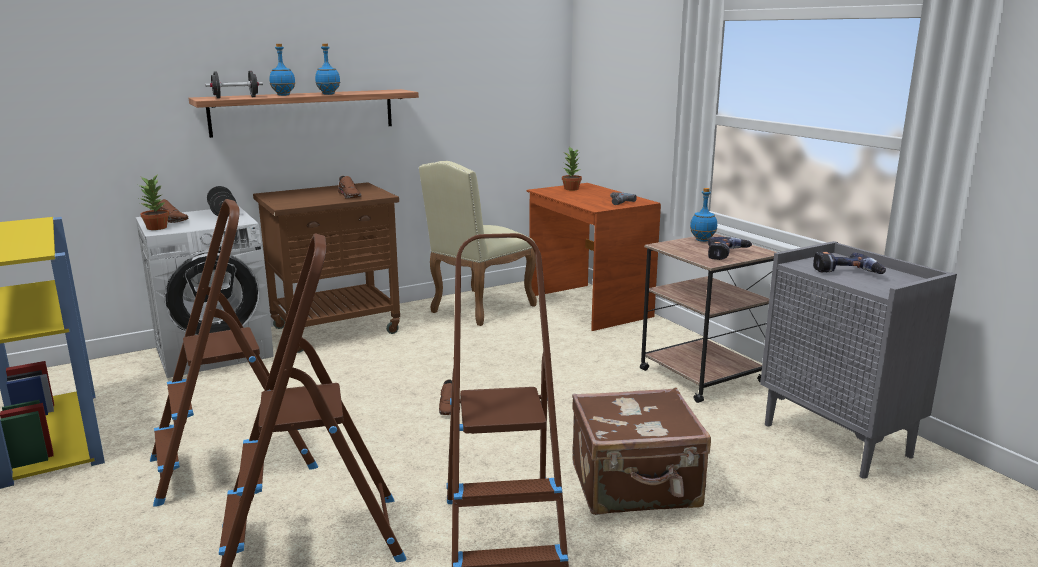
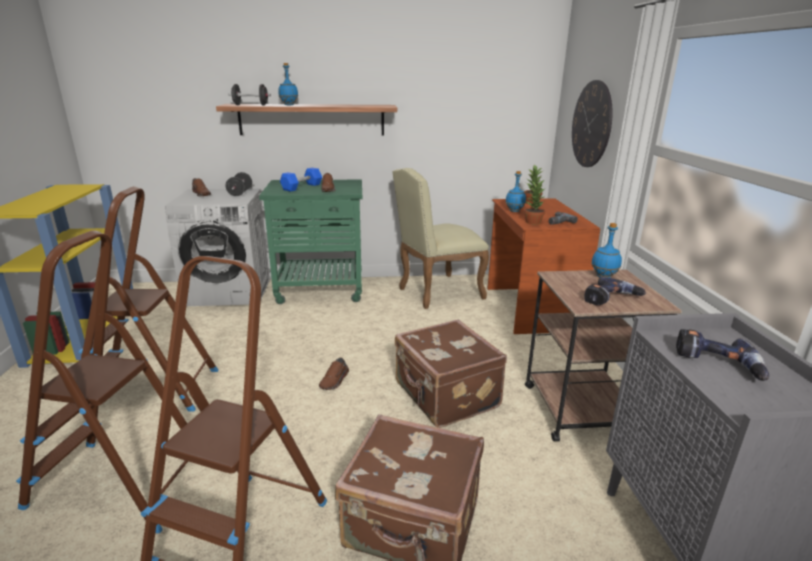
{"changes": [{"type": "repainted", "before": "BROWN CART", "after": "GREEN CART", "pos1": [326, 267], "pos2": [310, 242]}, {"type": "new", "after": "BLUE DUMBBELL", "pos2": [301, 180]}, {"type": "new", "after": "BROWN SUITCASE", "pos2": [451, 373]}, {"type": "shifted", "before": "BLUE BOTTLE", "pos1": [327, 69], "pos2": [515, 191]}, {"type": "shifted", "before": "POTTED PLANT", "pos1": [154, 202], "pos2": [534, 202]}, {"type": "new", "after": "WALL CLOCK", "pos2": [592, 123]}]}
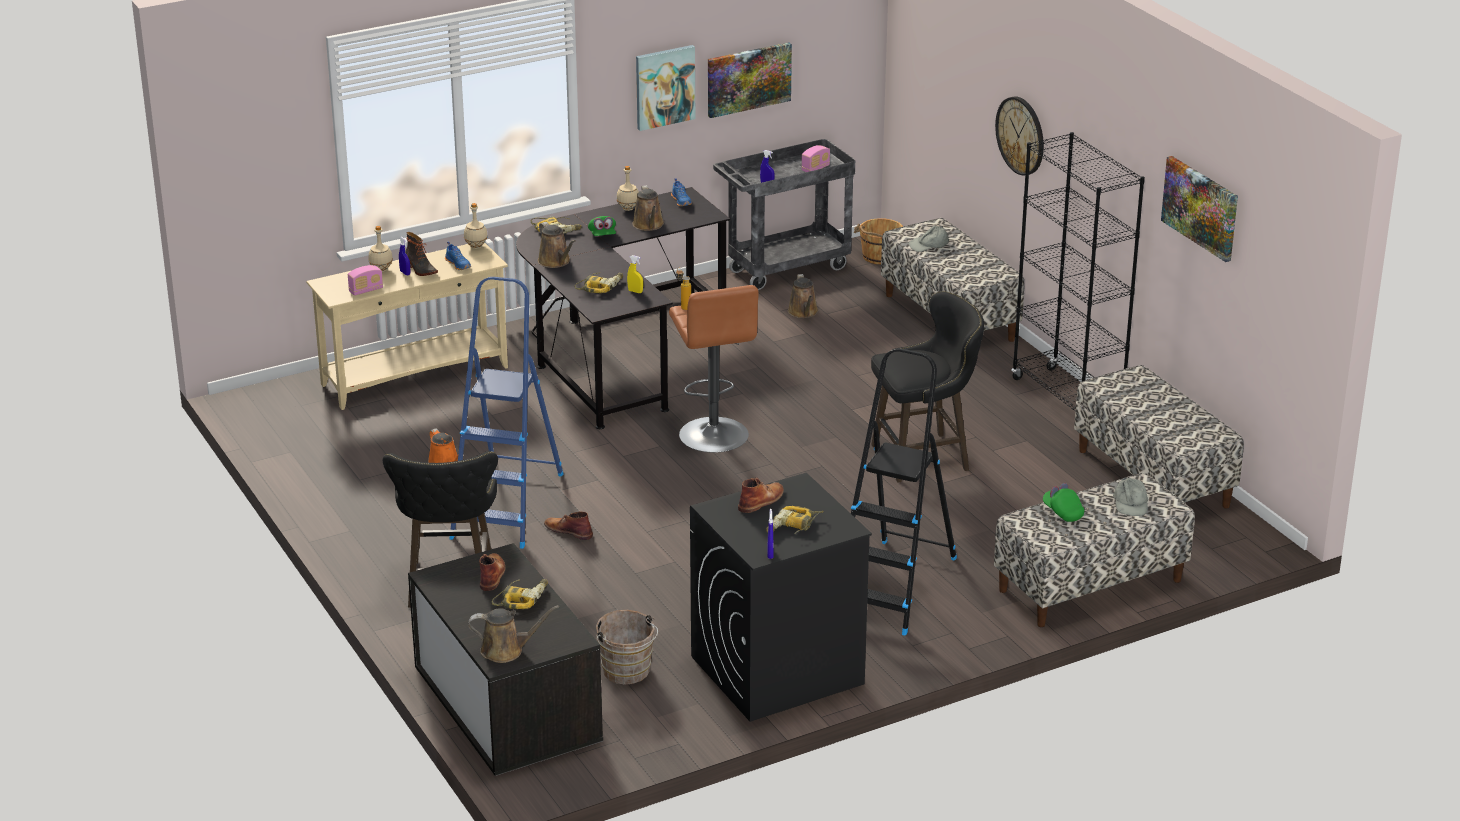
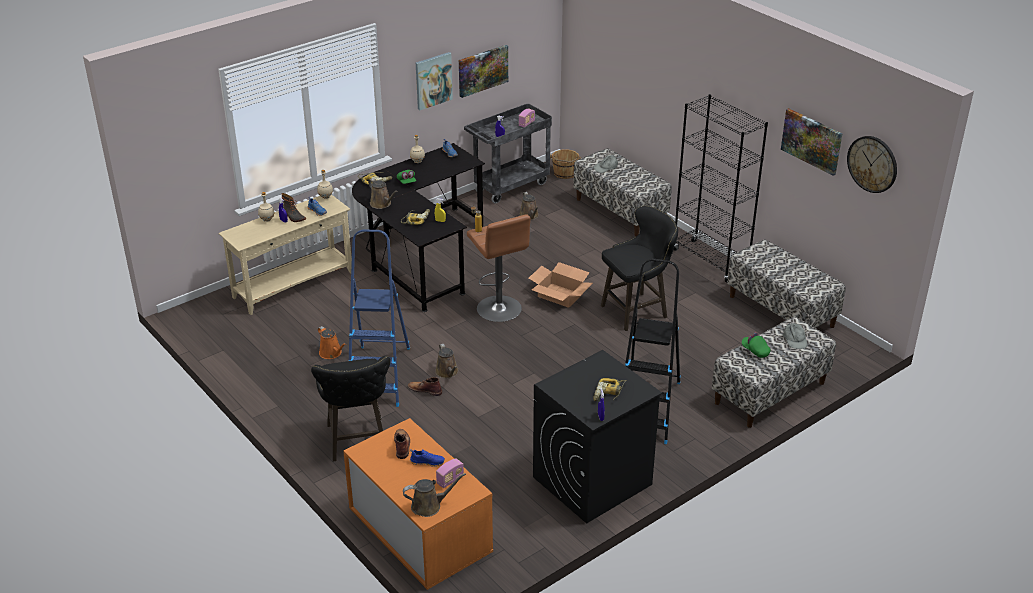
{"changes": [{"type": "repainted", "before": "BLACK CABINET", "after": "ORANGE CABINET", "pos1": [505, 659], "pos2": [418, 504]}, {"type": "swapped", "before": "POWER DRILL", "after": "BLUE SHOE", "pos1": [520, 594], "pos2": [427, 458]}, {"type": "shifted", "before": "BROWN WATERING CAN", "pos1": [648, 208], "pos2": [446, 361]}, {"type": "shifted", "before": "RADIO", "pos1": [365, 280], "pos2": [450, 473]}, {"type": "new", "after": "CARDBOARD BOX", "pos2": [561, 285]}, {"type": "shifted", "before": "WALL CLOCK", "pos1": [1019, 136], "pos2": [872, 164]}, {"type": "gone", "before": "BROWN BUCKET", "pos1": [627, 647]}, {"type": "gone", "before": "BROWN BOOT", "pos1": [761, 495]}]}
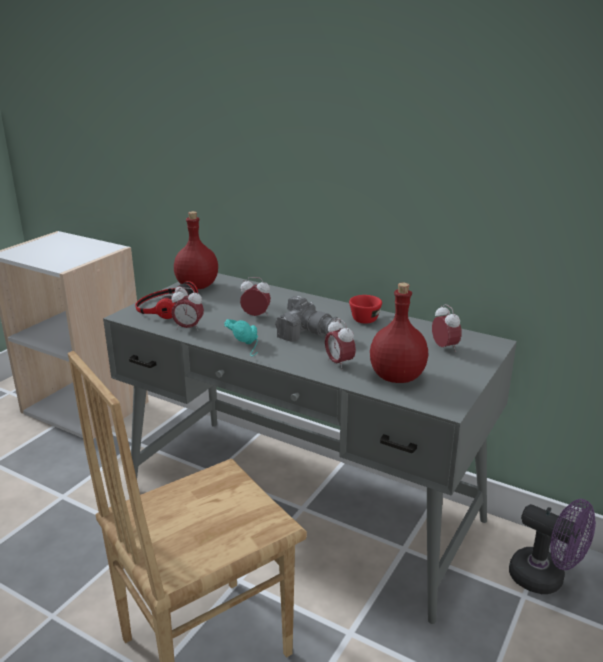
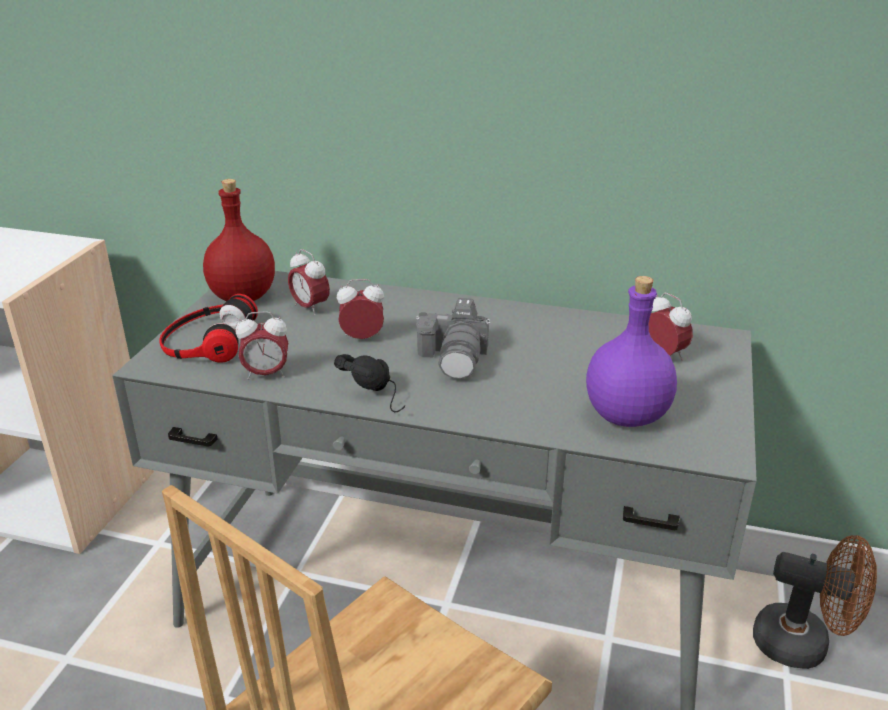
{"changes": [{"type": "shifted", "before": "ALARM CLOCK", "pos1": [340, 344], "pos2": [309, 282]}, {"type": "repainted", "before": "TURQUOISE HEADPHONES", "after": "BLACK HEADPHONES", "pos1": [241, 337], "pos2": [369, 383]}, {"type": "rotated", "before": "PHOTO CAMERA", "pos1": [308, 319], "pos2": [453, 338], "turn": 75}, {"type": "repainted", "before": "RED BOTTLE", "after": "PURPLE BOTTLE", "pos1": [399, 333], "pos2": [631, 351]}, {"type": "repainted", "before": "PURPLE FAN", "after": "BROWN FAN", "pos1": [552, 546], "pos2": [815, 602]}, {"type": "gone", "before": "RED CUP", "pos1": [365, 309]}]}
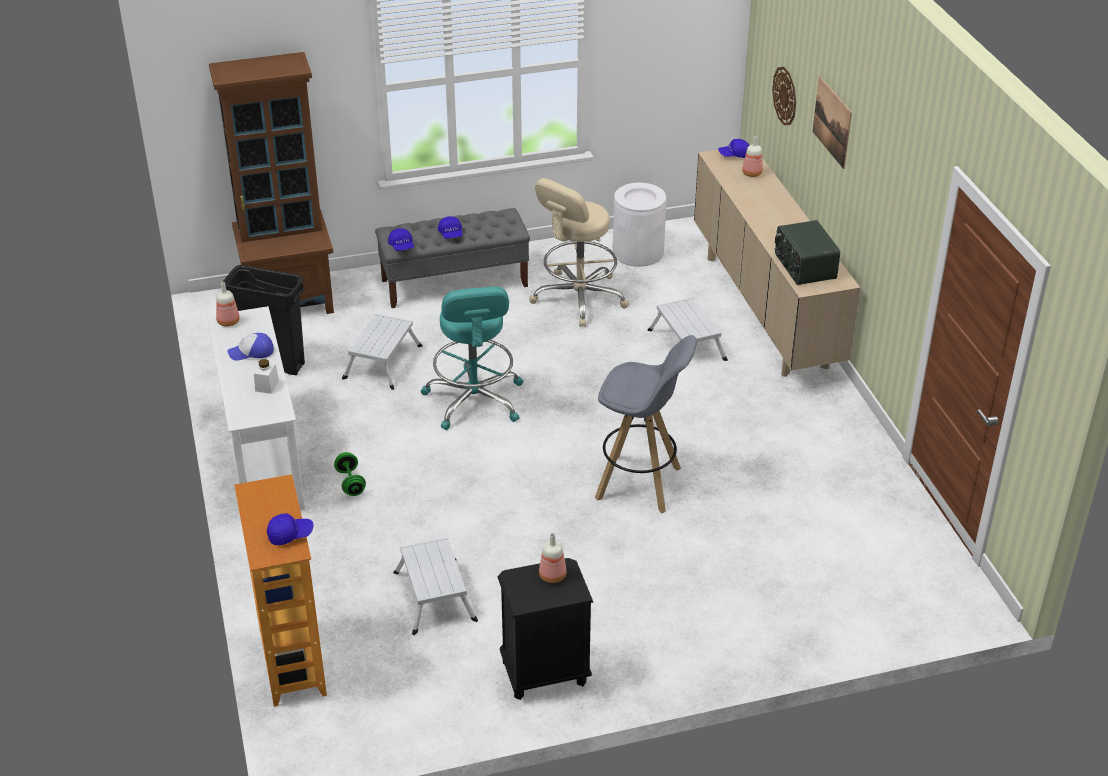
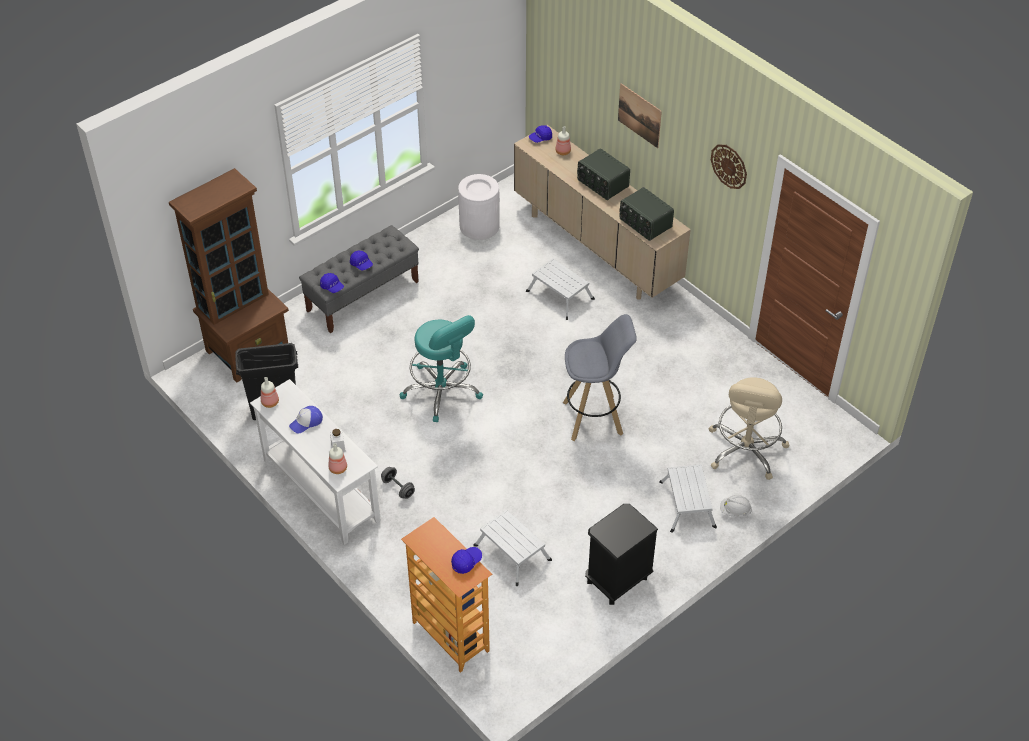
{"changes": [{"type": "shifted", "before": "BOTTLE", "pos1": [553, 558], "pos2": [337, 458]}, {"type": "repainted", "before": "GREEN DUMBBELL", "after": "GREY DUMBBELL", "pos1": [350, 474], "pos2": [398, 483]}, {"type": "new", "after": "RADIO", "pos2": [603, 174]}, {"type": "shifted", "before": "WHITE STEP LADDER", "pos1": [382, 352], "pos2": [688, 498]}, {"type": "shifted", "before": "BEIGE STOOL", "pos1": [579, 252], "pos2": [748, 428]}, {"type": "shifted", "before": "WALL CLOCK", "pos1": [784, 96], "pos2": [729, 166]}, {"type": "new", "after": "WHITE HARD HAT", "pos2": [736, 506]}]}
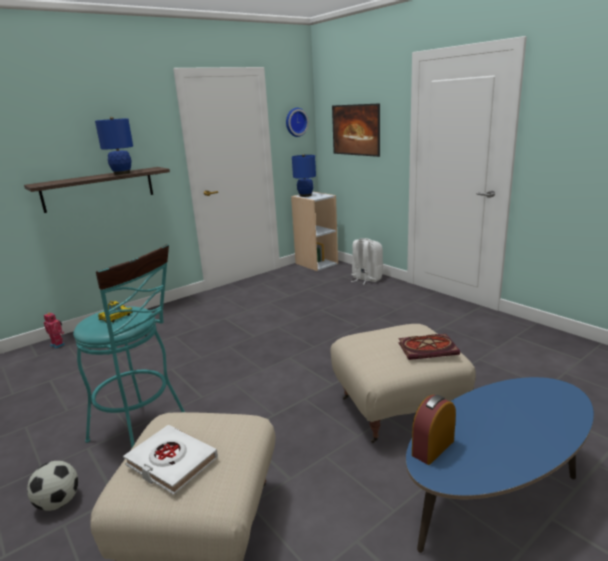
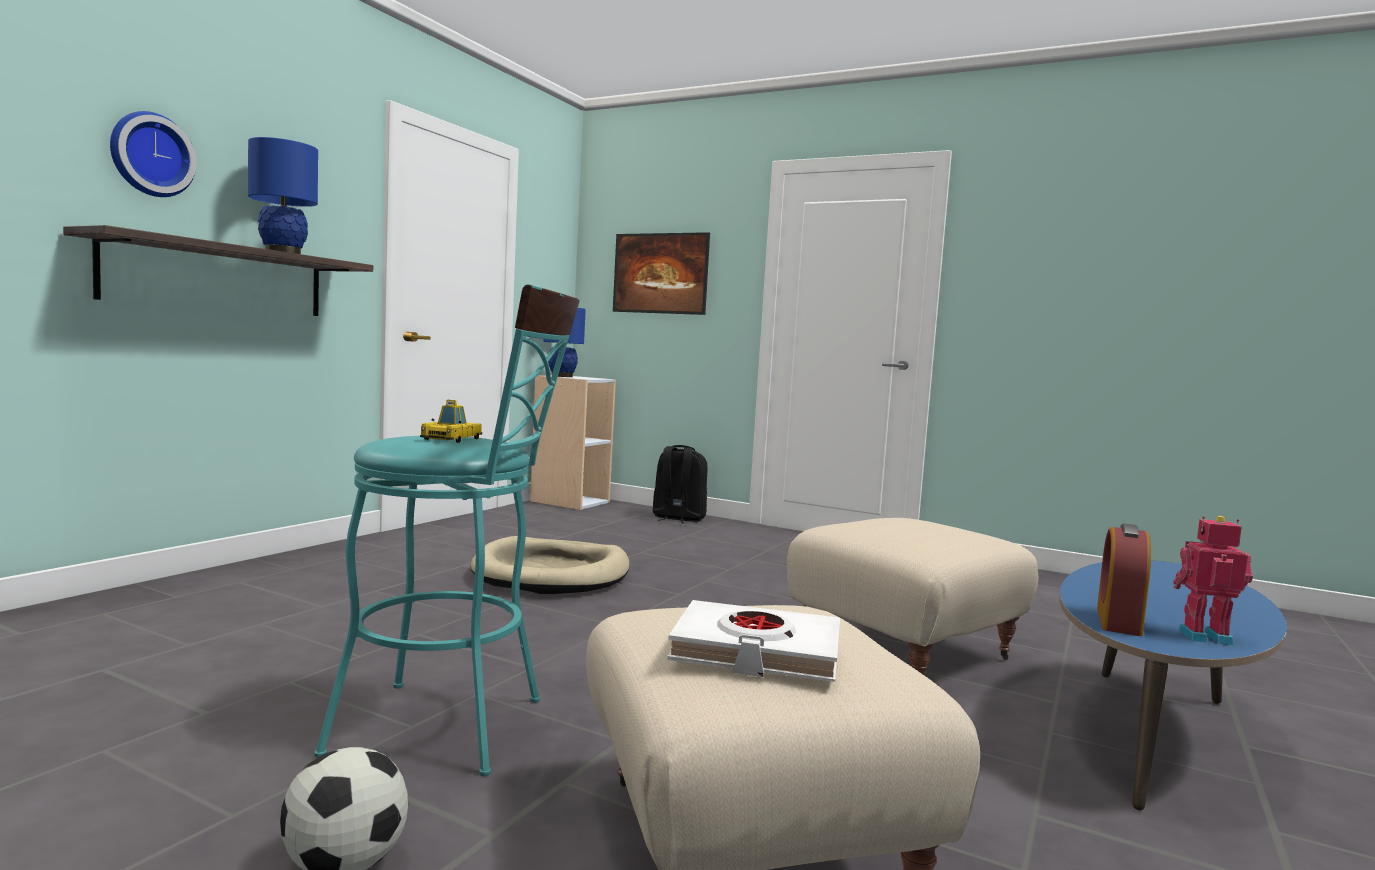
{"changes": [{"type": "shifted", "before": "WALL CLOCK", "pos1": [297, 122], "pos2": [153, 154]}, {"type": "new", "after": "BEIGE DOG BED", "pos2": [550, 565]}, {"type": "repainted", "before": "WHITE BACKPACK", "after": "BLACK BACKPACK", "pos1": [367, 261], "pos2": [680, 484]}, {"type": "shifted", "before": "TOY ROBOT", "pos1": [54, 330], "pos2": [1213, 581]}, {"type": "gone", "before": "BOOK", "pos1": [429, 347]}]}
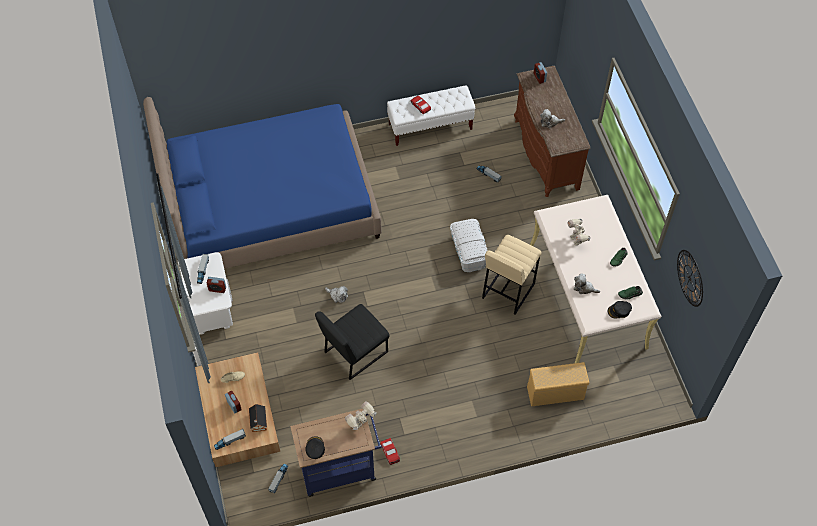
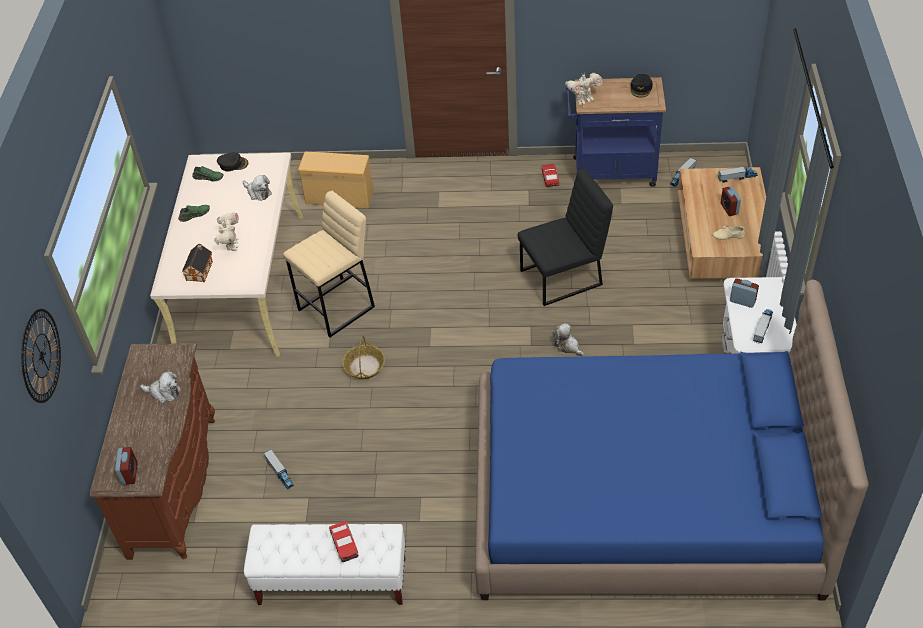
{"changes": [{"type": "shifted", "before": "WALL CLOCK", "pos1": [690, 278], "pos2": [41, 356]}, {"type": "shifted", "before": "TOY HOUSE", "pos1": [258, 418], "pos2": [197, 263]}, {"type": "swapped", "before": "WHITE STORAGE BOX", "after": "BASKET", "pos1": [469, 245], "pos2": [363, 357]}]}
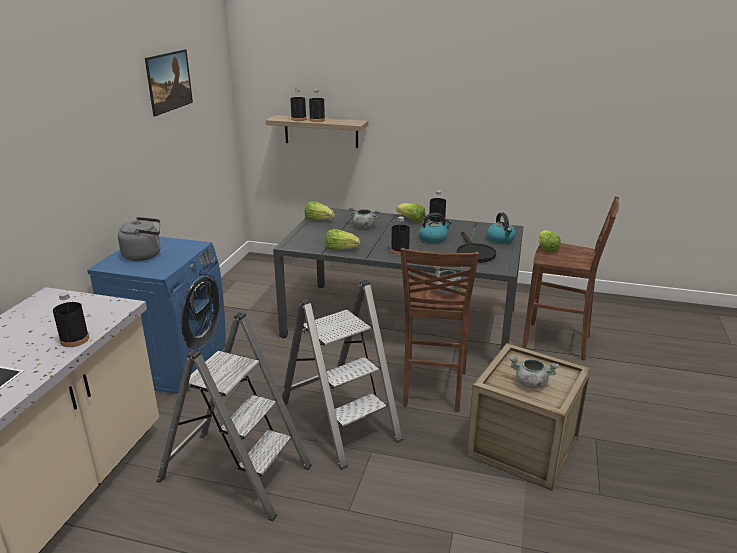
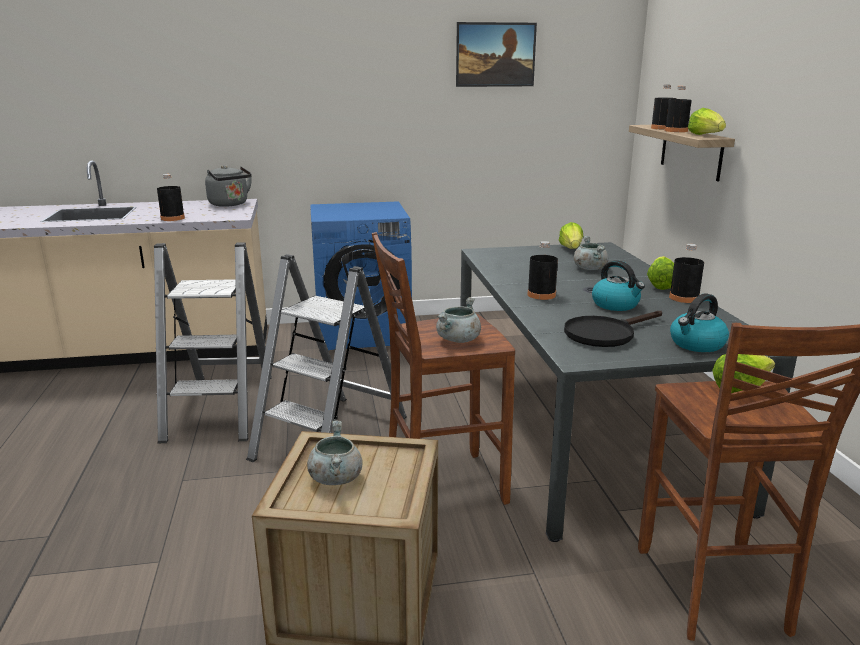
{"changes": [{"type": "shifted", "before": "GREY KETTLE", "pos1": [139, 239], "pos2": [228, 186]}, {"type": "shifted", "before": "LETTUCE", "pos1": [342, 239], "pos2": [707, 121]}]}
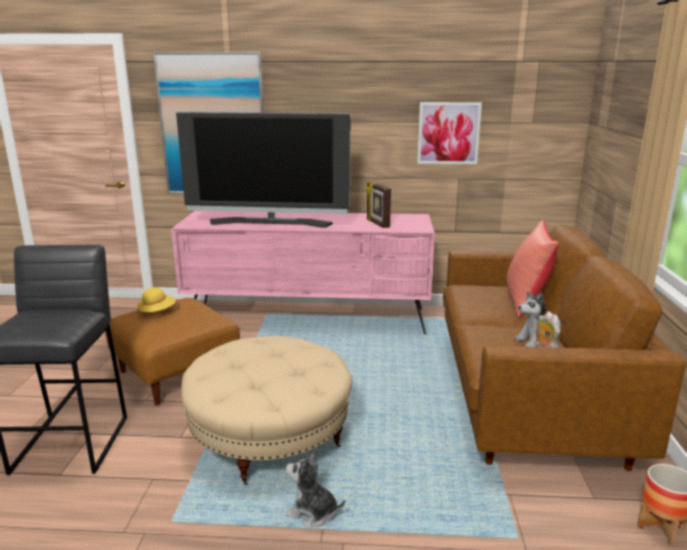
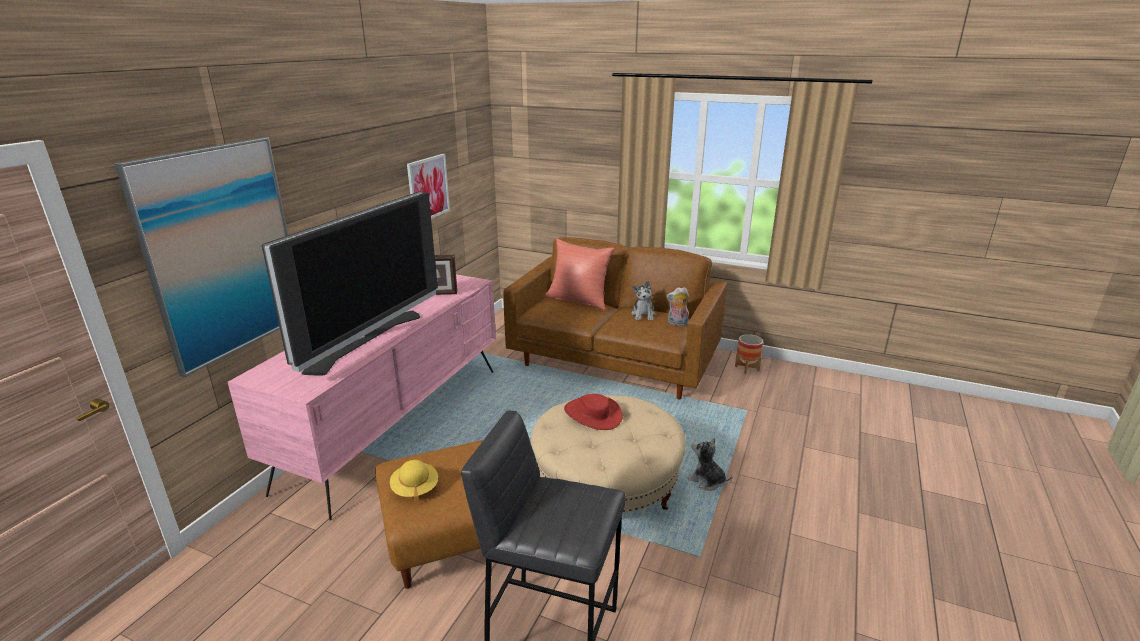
{"changes": [{"type": "new", "after": "RED HAT", "pos2": [593, 412]}, {"type": "rotated", "before": "PLUSH TOY", "pos1": [315, 489], "pos2": [709, 464], "turn": 90}]}
